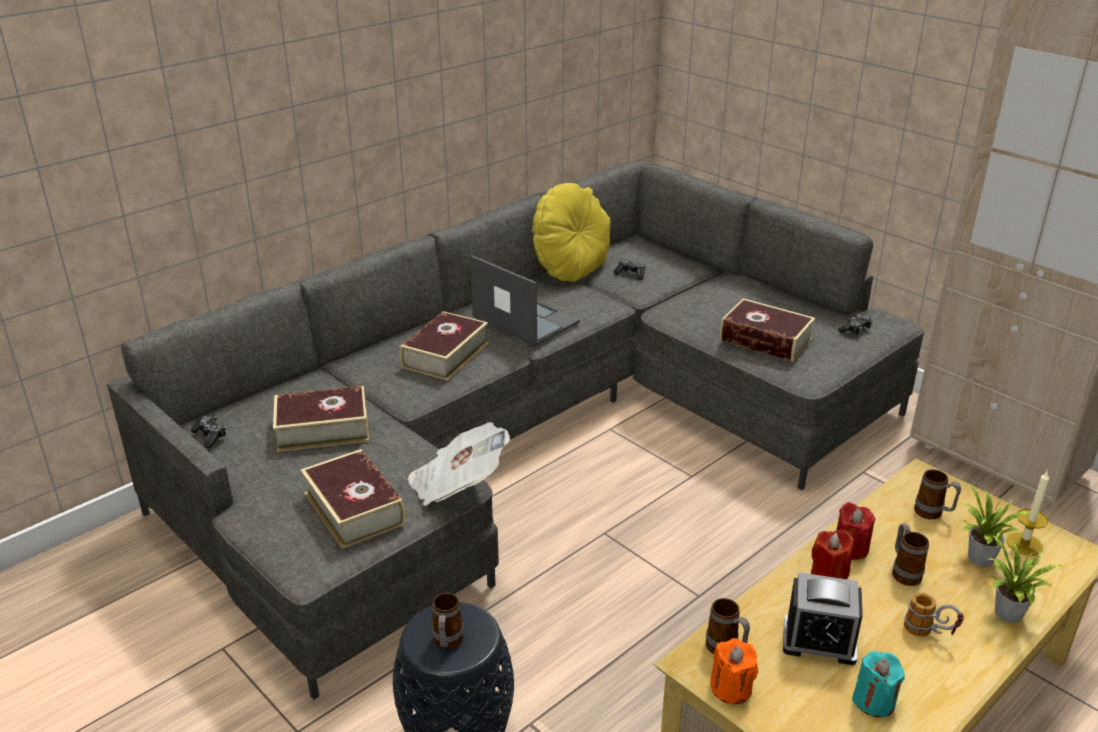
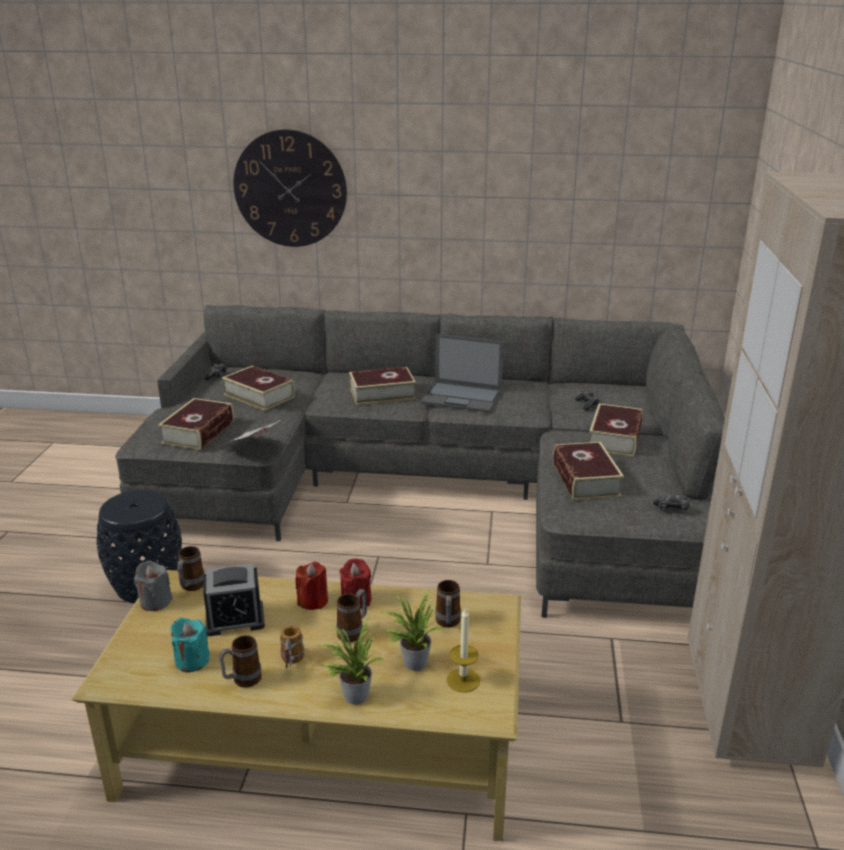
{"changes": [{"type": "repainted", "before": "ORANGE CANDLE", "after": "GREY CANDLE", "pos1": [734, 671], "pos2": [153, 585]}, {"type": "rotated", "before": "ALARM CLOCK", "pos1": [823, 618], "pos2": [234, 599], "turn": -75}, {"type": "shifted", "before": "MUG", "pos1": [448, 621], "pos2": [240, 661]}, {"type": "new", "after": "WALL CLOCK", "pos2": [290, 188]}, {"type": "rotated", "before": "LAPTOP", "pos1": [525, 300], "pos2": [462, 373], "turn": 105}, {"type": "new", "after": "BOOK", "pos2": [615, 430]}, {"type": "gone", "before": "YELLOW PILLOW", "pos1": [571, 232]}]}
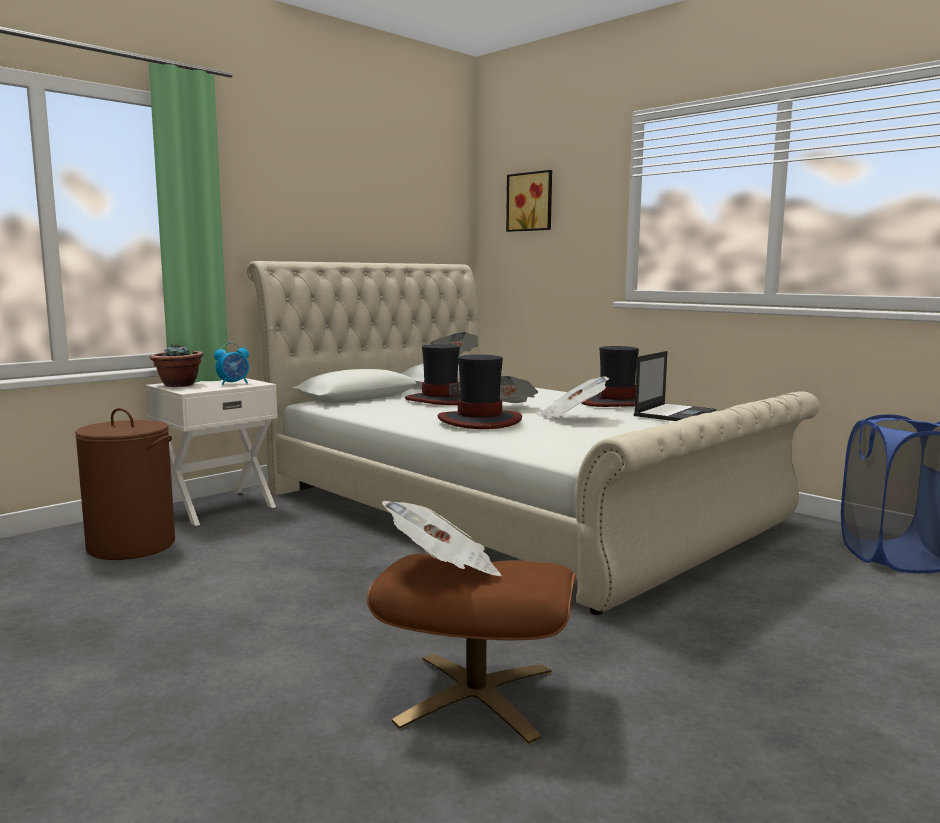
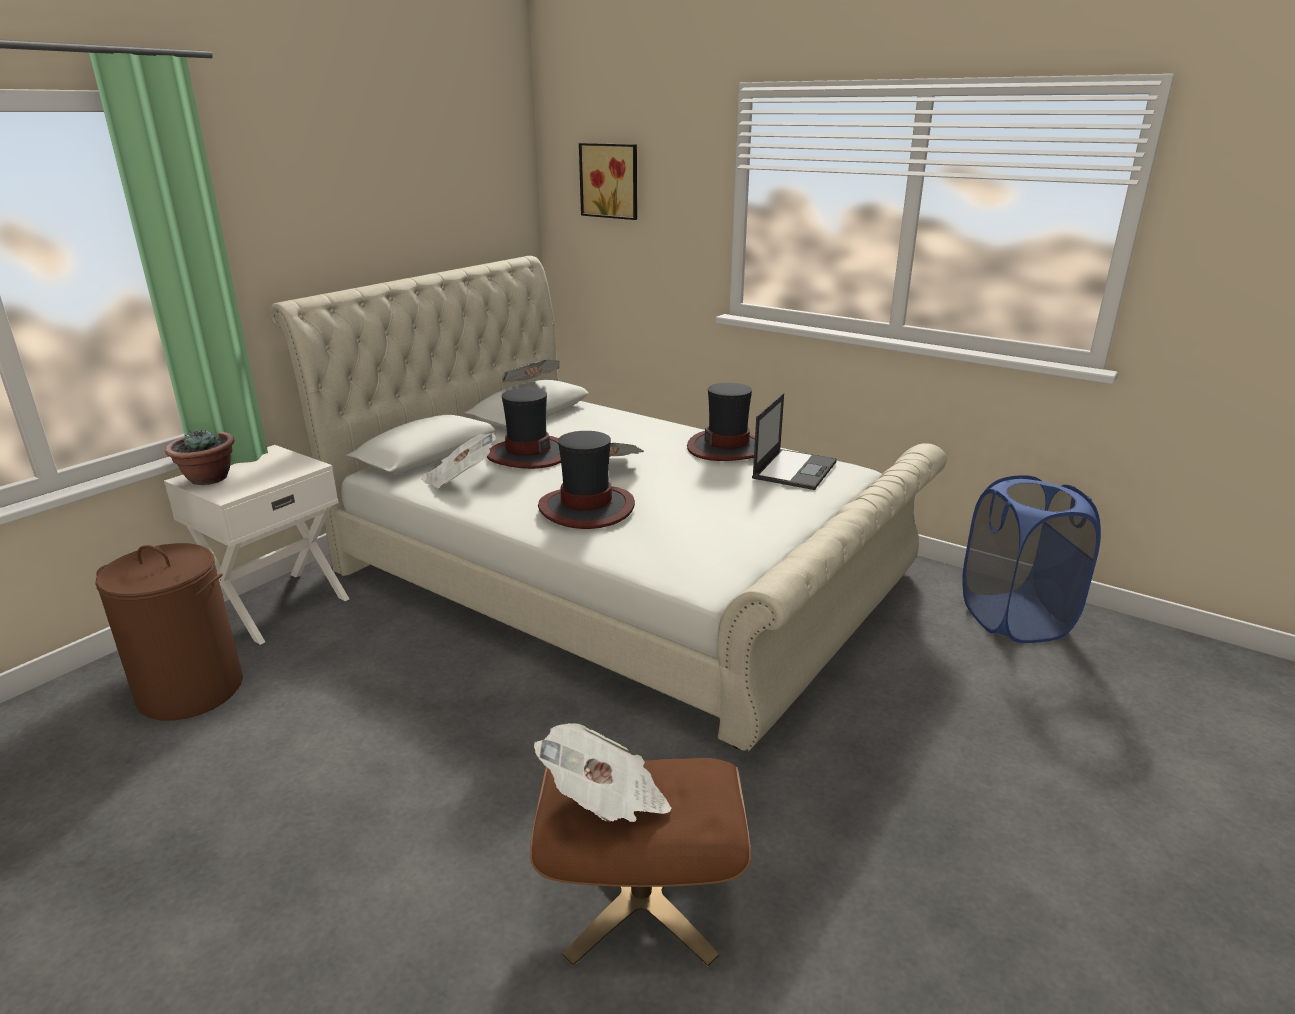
{"changes": [{"type": "shifted", "before": "NEWSPAPER", "pos1": [572, 397], "pos2": [458, 461]}, {"type": "gone", "before": "ALARM CLOCK", "pos1": [231, 364]}]}
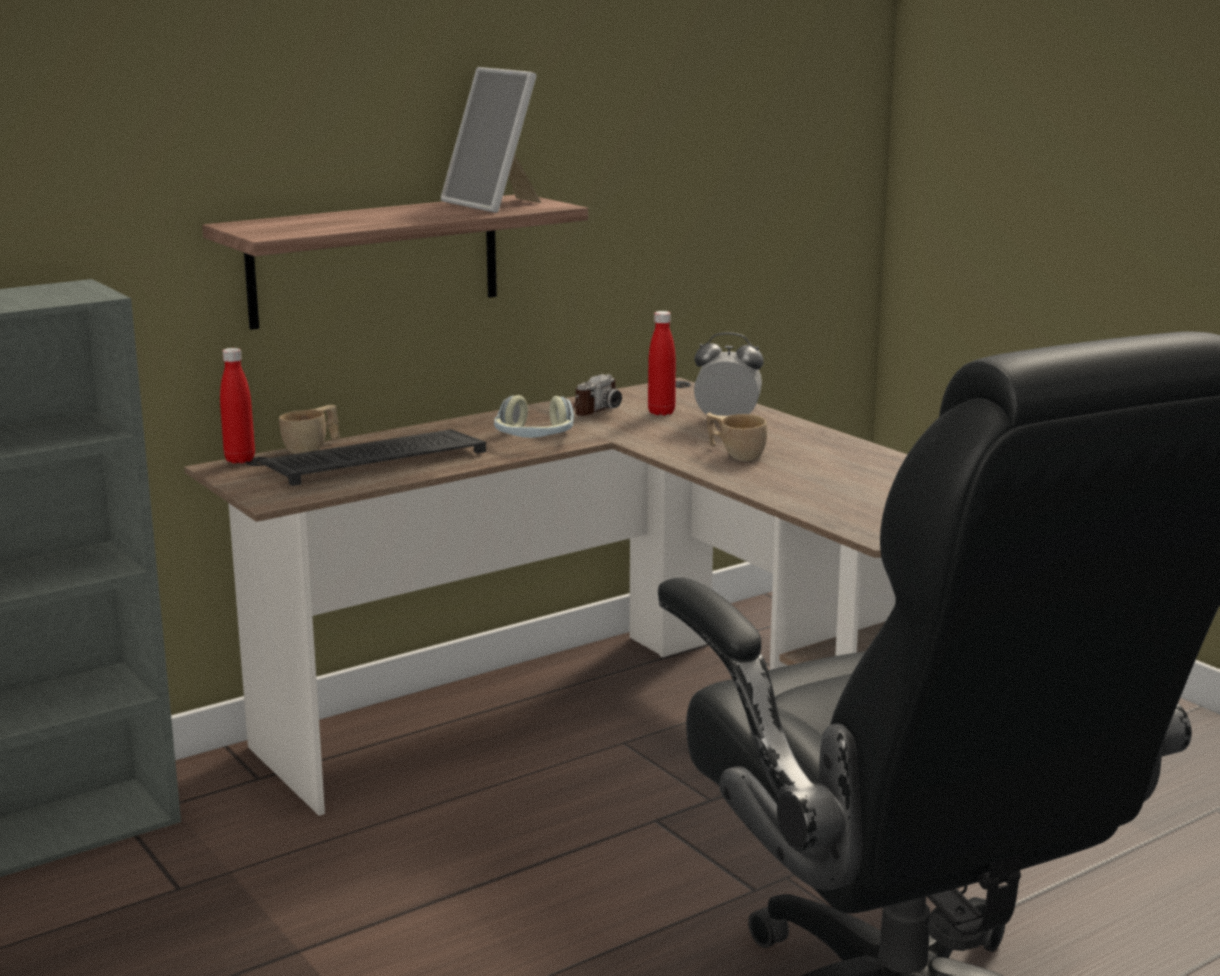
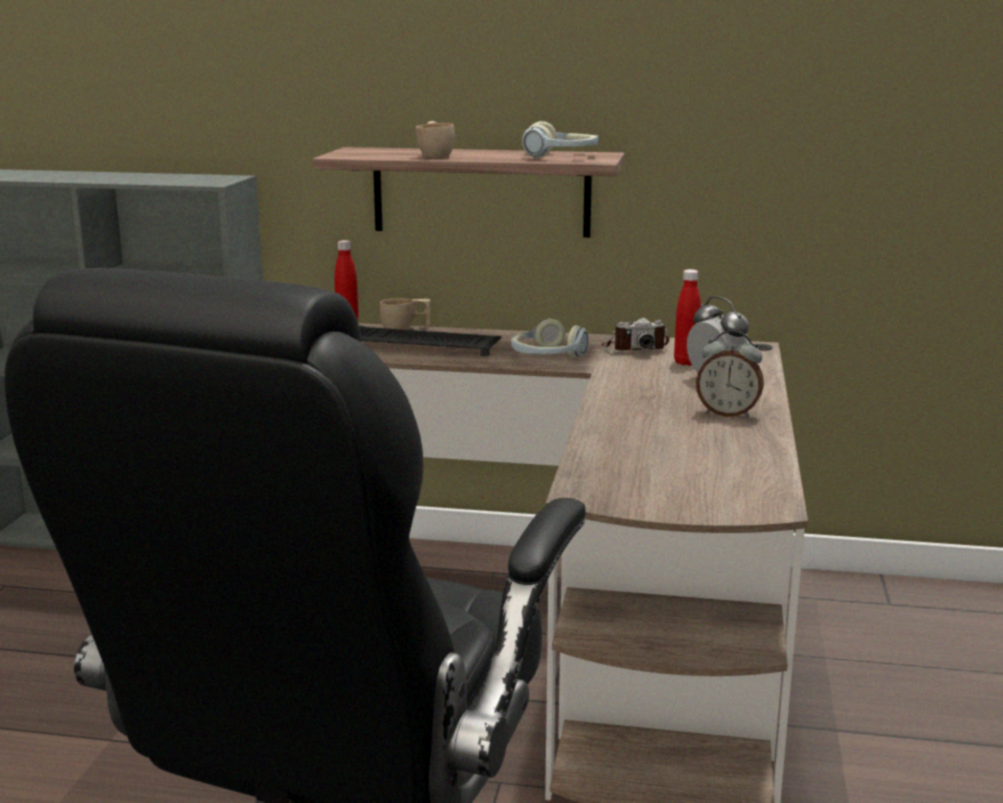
{"changes": [{"type": "shifted", "before": "BEIGE CUP", "pos1": [737, 436], "pos2": [435, 139]}, {"type": "swapped", "before": "PICTURE FRAME", "after": "HEADPHONES", "pos1": [491, 140], "pos2": [560, 139]}, {"type": "new", "after": "ALARM CLOCK", "pos2": [730, 374]}]}
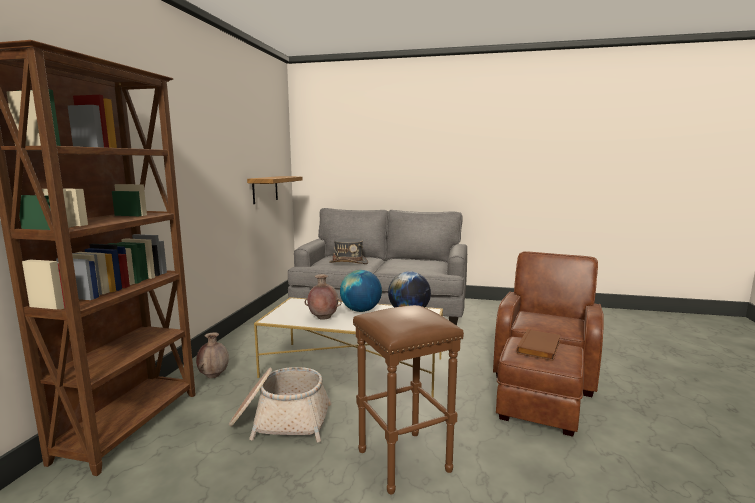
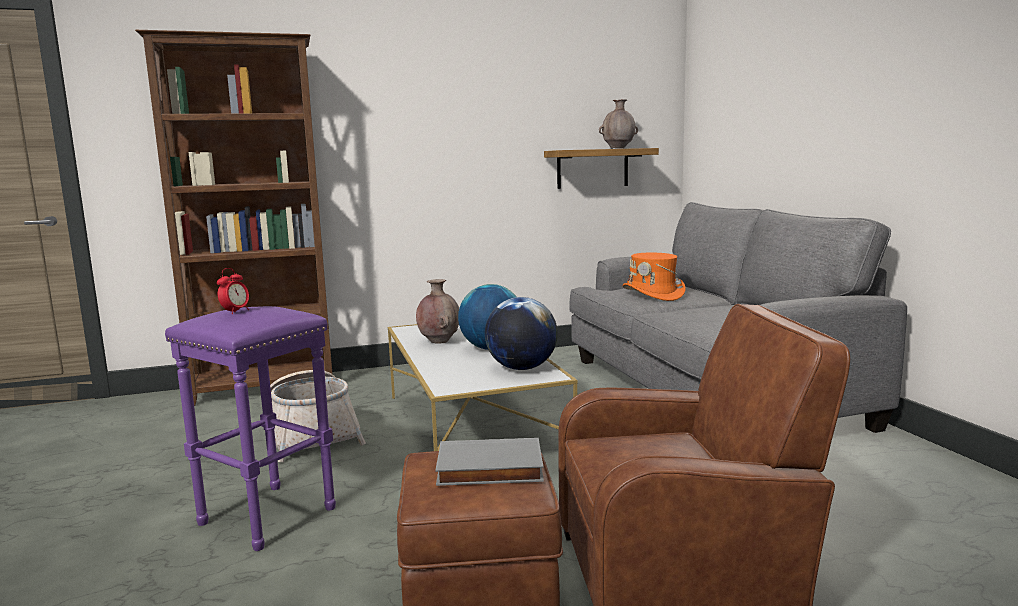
{"changes": [{"type": "repainted", "before": "BROWN STOOL", "after": "PURPLE STOOL", "pos1": [408, 400], "pos2": [250, 428]}, {"type": "new", "after": "ALARM CLOCK", "pos2": [233, 291]}, {"type": "repainted", "before": "BROWN BOOK", "after": "GREY BOOK", "pos1": [538, 345], "pos2": [489, 462]}, {"type": "shifted", "before": "BROWN VASE", "pos1": [212, 355], "pos2": [618, 124]}, {"type": "repainted", "before": "GREY HAT", "after": "ORANGE HAT", "pos1": [348, 251], "pos2": [654, 277]}]}
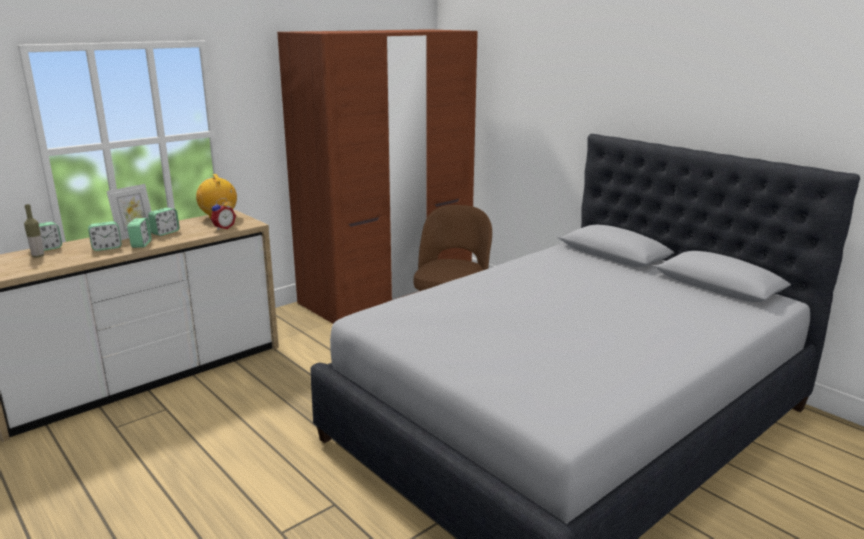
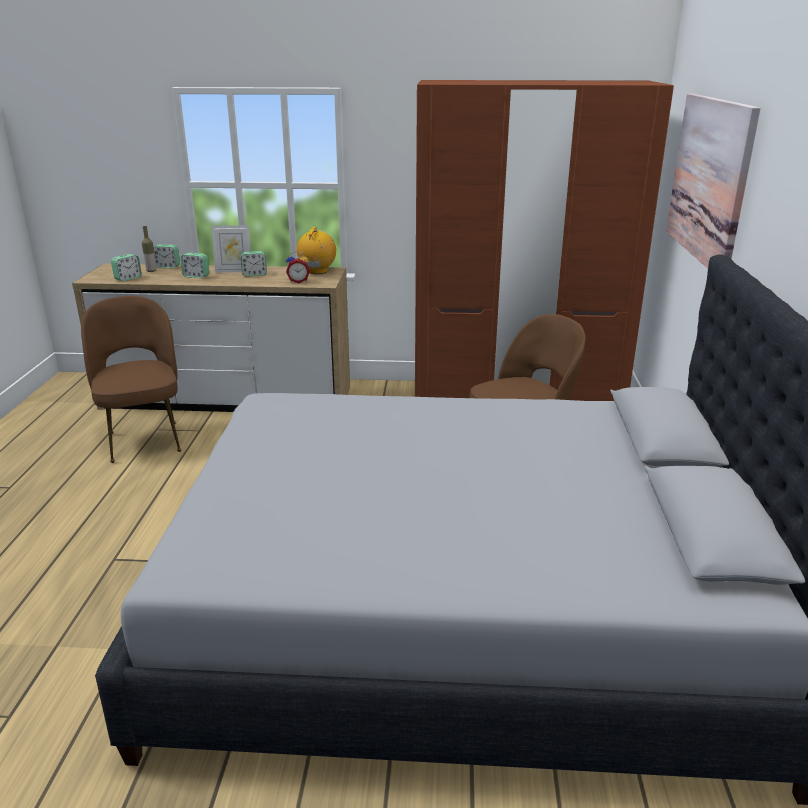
{"changes": [{"type": "new", "after": "BROWN CHAIR", "pos2": [131, 379]}, {"type": "shifted", "before": "ALARM CLOCK", "pos1": [139, 233], "pos2": [126, 267]}, {"type": "new", "after": "PICTURE", "pos2": [713, 181]}]}
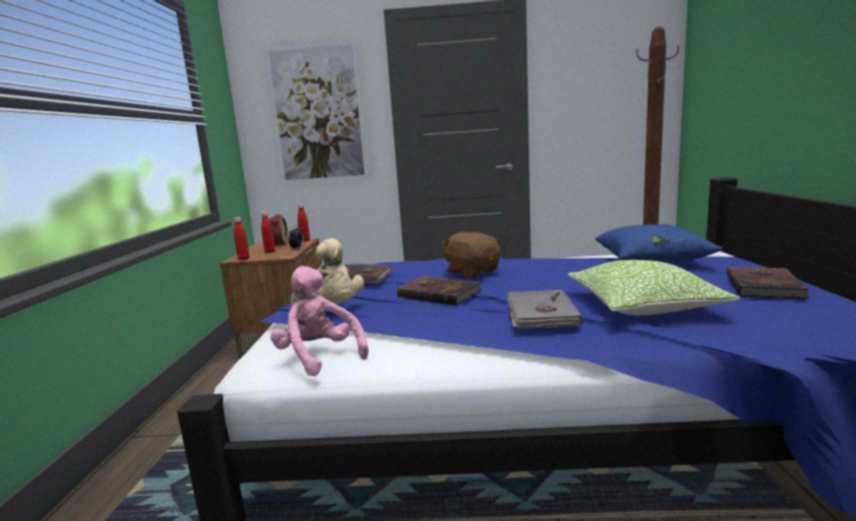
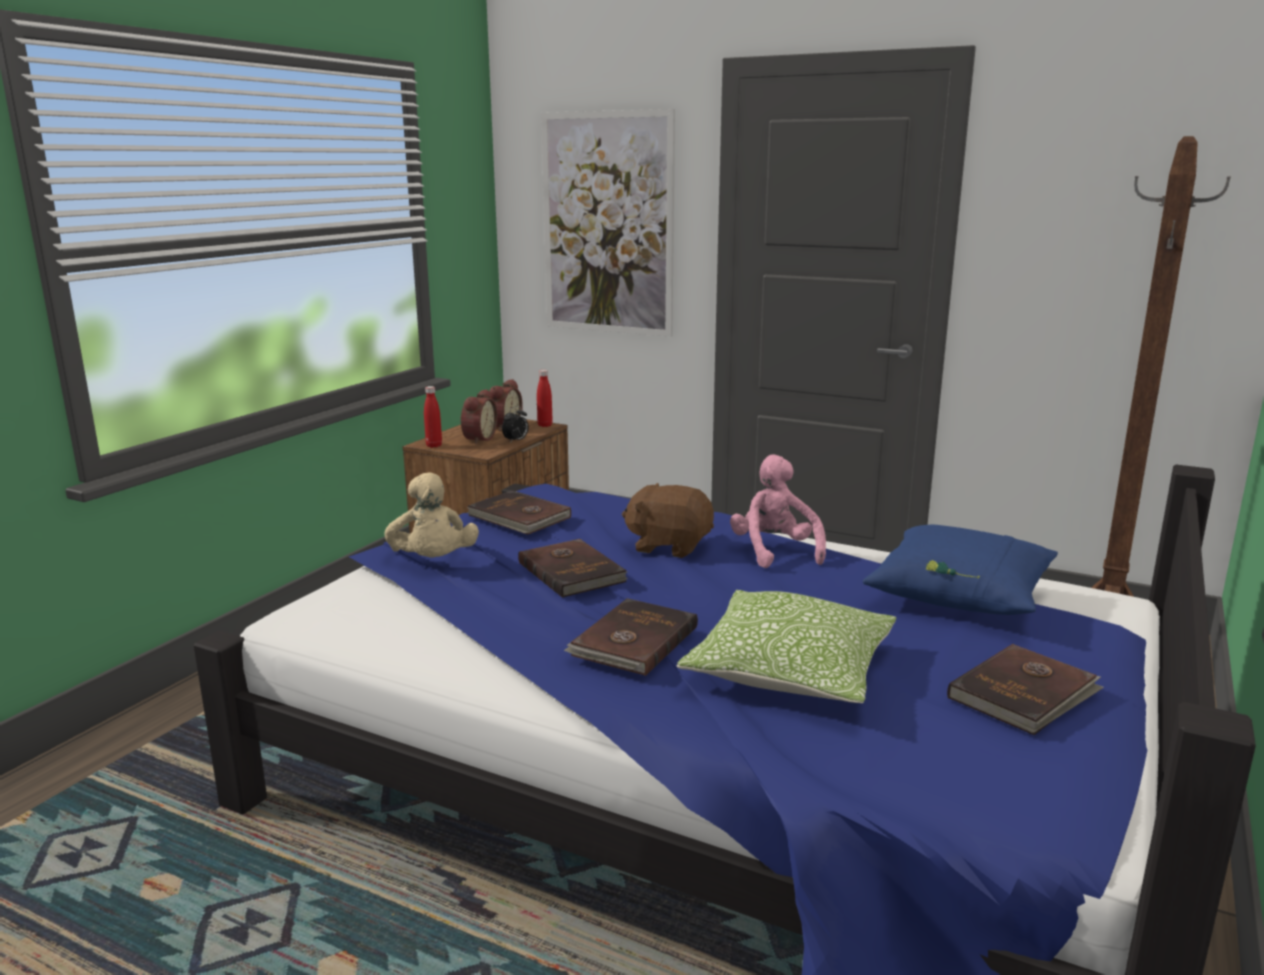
{"changes": [{"type": "swapped", "before": "RED BOTTLE", "after": "ALARM CLOCK", "pos1": [268, 232], "pos2": [479, 416]}, {"type": "repainted", "before": "GREY BOOK", "after": "BROWN BOOK", "pos1": [544, 309], "pos2": [631, 637]}, {"type": "rotated", "before": "BROWN PLUSH TOY", "pos1": [471, 255], "pos2": [668, 520], "turn": -60}, {"type": "shifted", "before": "PINK PLUSH TOY", "pos1": [319, 321], "pos2": [778, 511]}]}
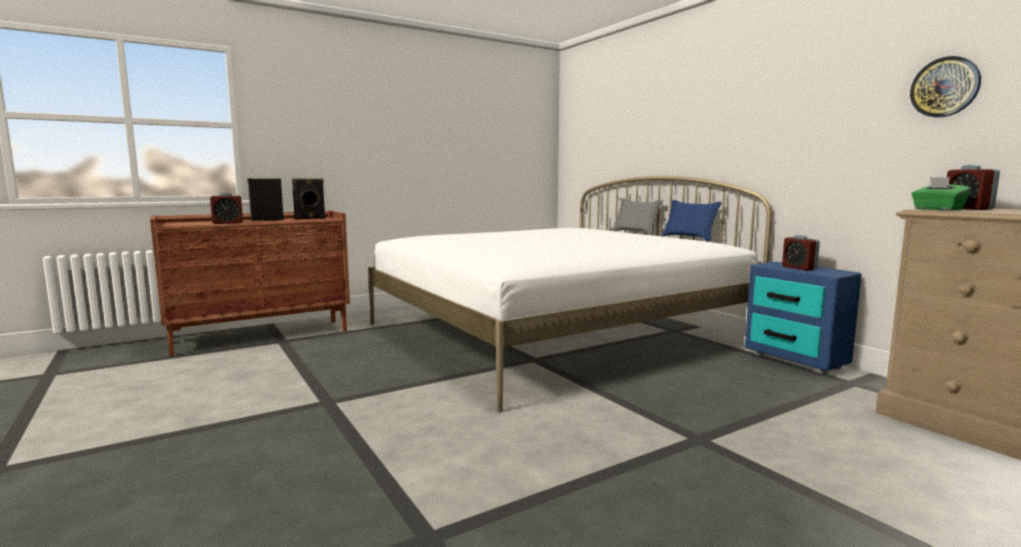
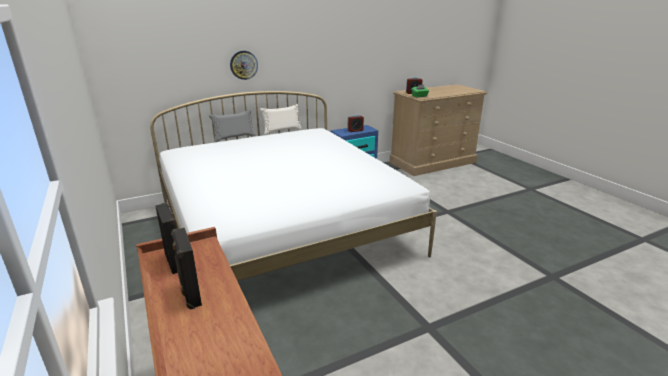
{"changes": [{"type": "shifted", "before": "WALL CLOCK", "pos1": [945, 87], "pos2": [244, 65]}, {"type": "repainted", "before": "BLUE PILLOW", "after": "WHITE PILLOW", "pos1": [692, 220], "pos2": [281, 119]}, {"type": "gone", "before": "ALARM CLOCK", "pos1": [226, 208]}]}
